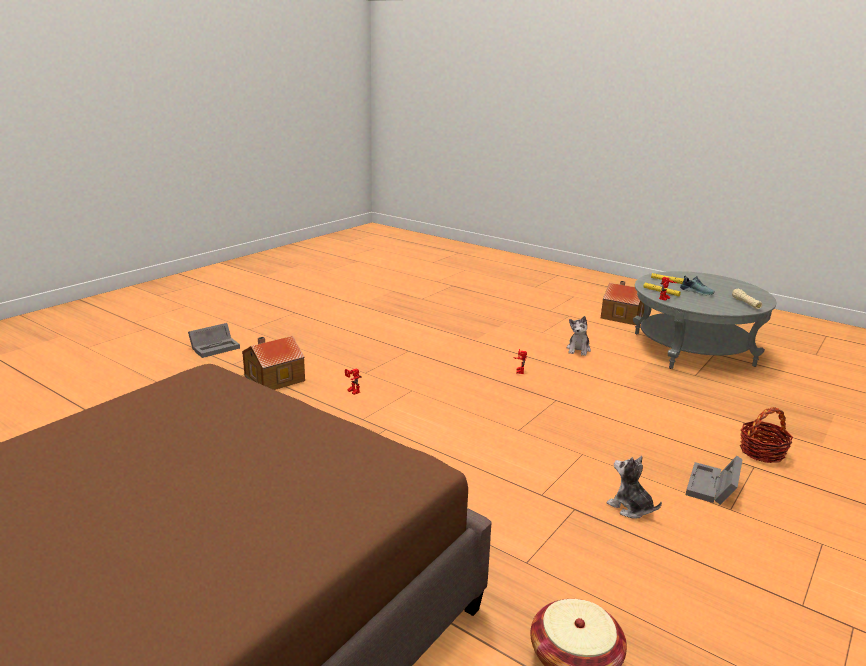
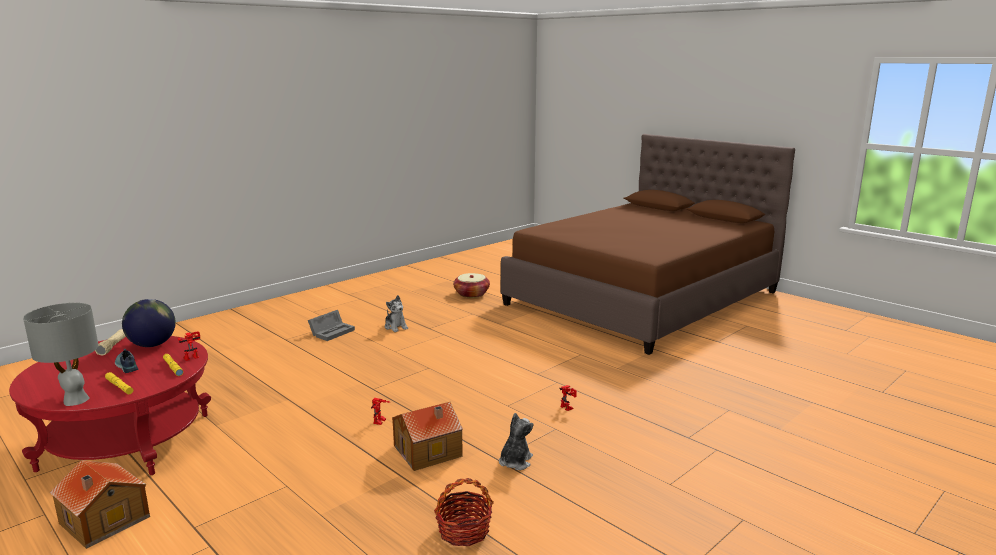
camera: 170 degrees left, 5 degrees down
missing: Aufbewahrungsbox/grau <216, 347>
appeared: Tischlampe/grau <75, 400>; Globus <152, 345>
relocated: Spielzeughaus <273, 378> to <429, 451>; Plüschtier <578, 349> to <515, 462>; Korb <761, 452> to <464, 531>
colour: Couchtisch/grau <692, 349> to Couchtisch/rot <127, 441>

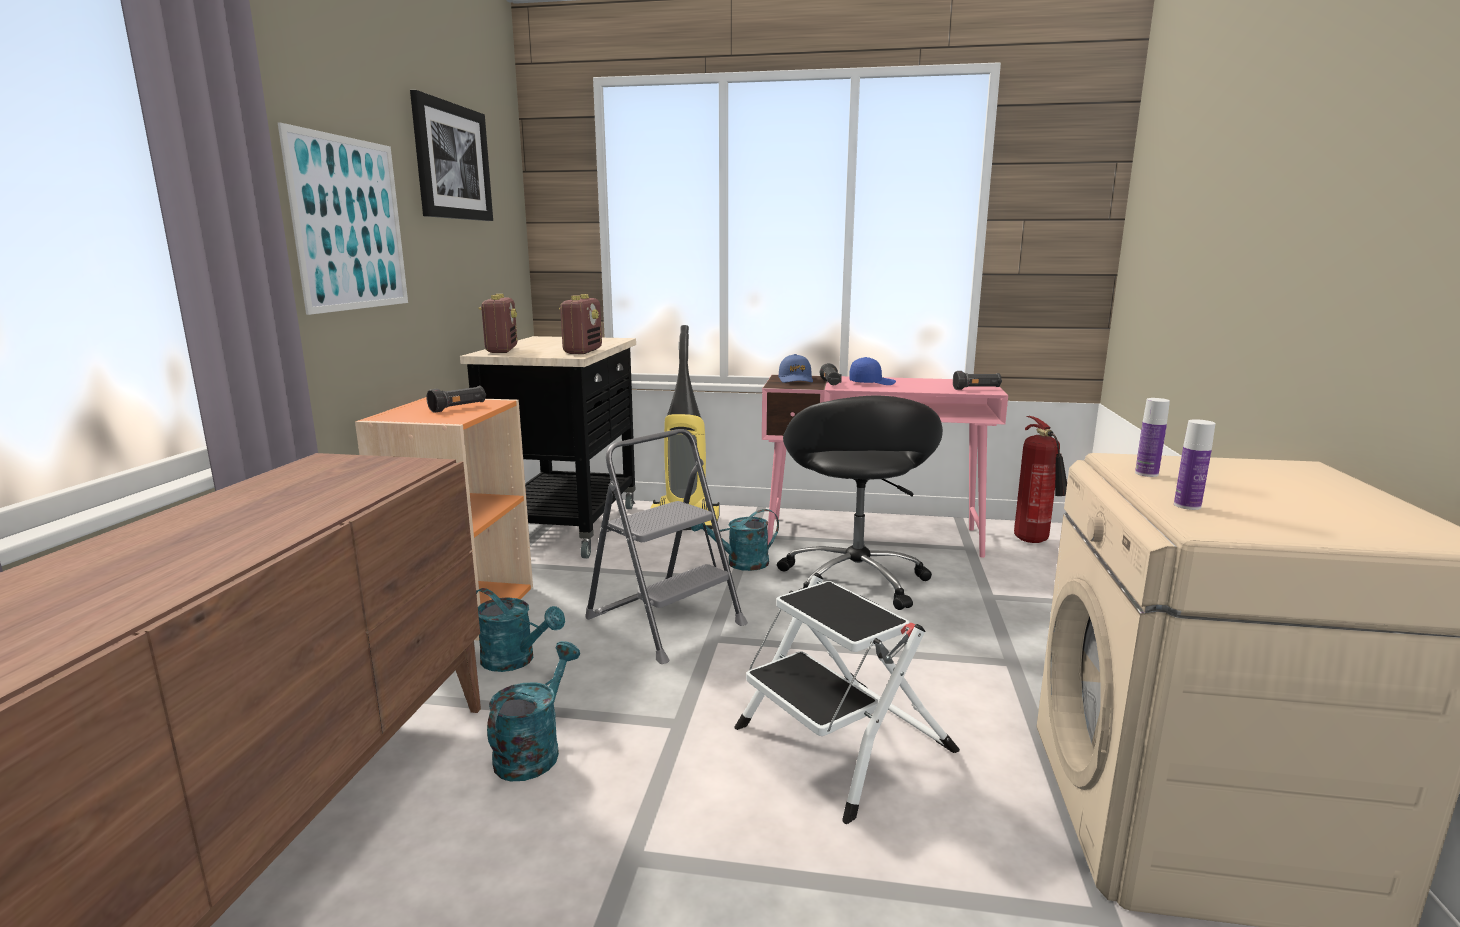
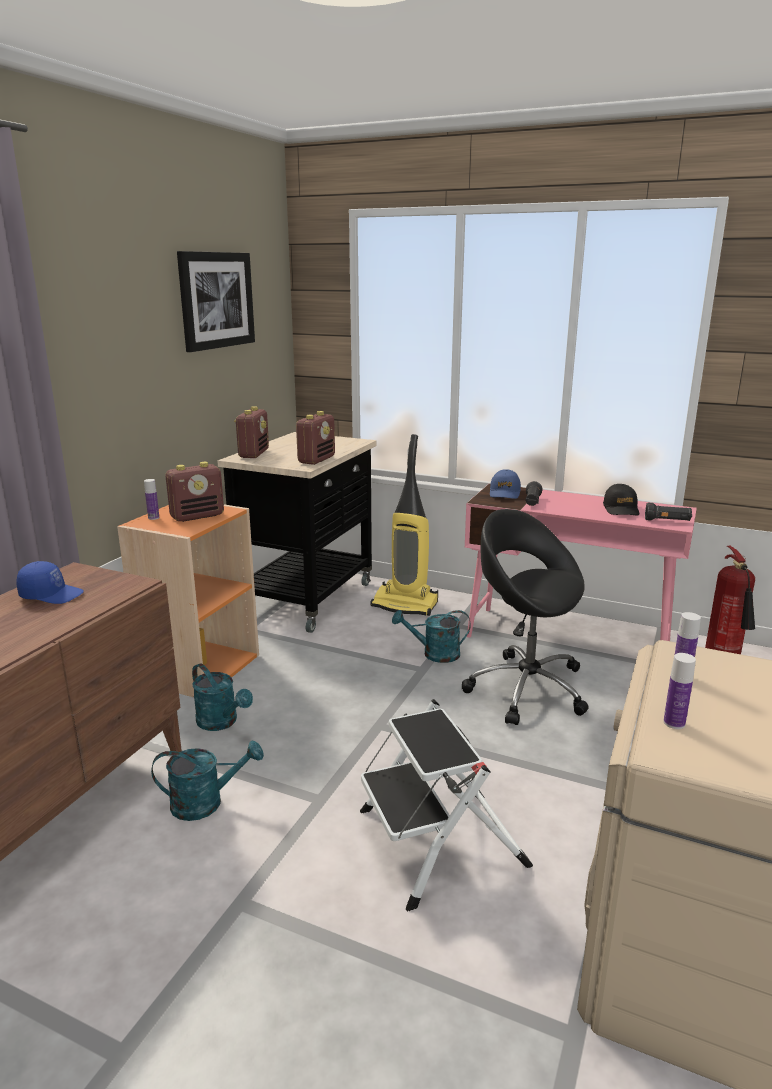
camera: 15 degrees right, 5 degrees up
missing: Bild <350, 224>; Trittleiter/grau <662, 618>
appeared: Flasche <153, 518>; Kappe/schwarz <621, 509>
relocated: Kappe/blau <871, 383> to <52, 594>
exchanged: Taschenlampe/schwarz <458, 408> to Radio <198, 516>
spun: Gießkanne/türkis <533, 750> = <206, 802> 45 degrees clockwise; Bürostuhl/schwarz <854, 583> = <525, 688> 105 degrees clockwise

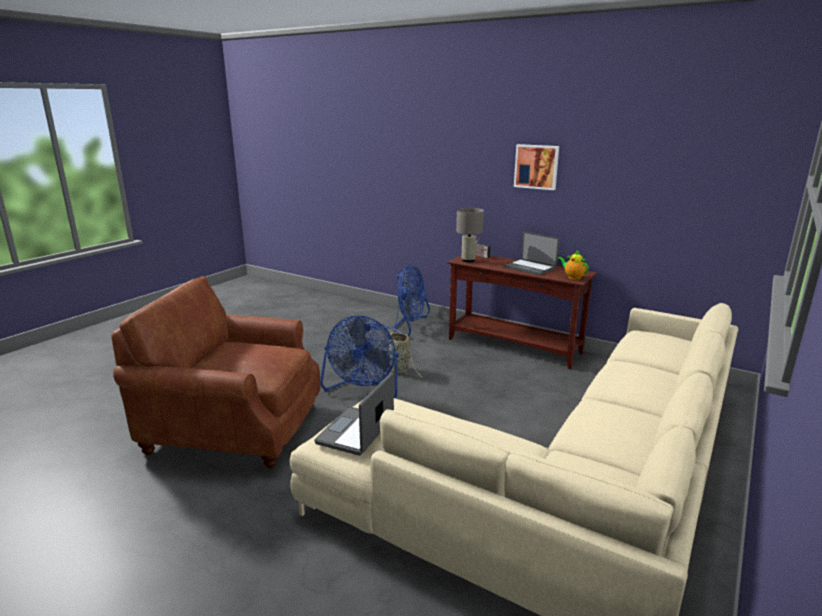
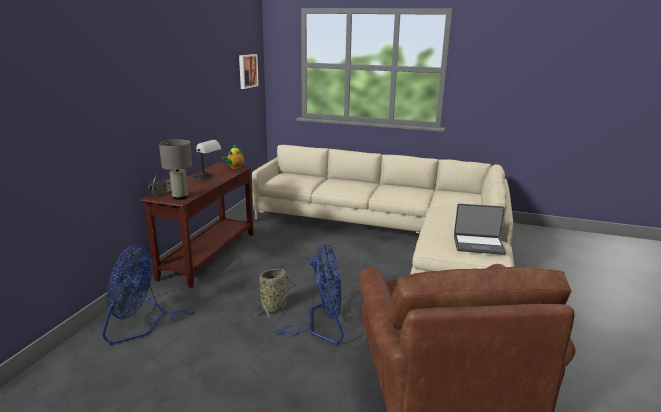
camera: 105 degrees left, 0 degrees up
relocated: Bild <536, 166> to <247, 71>
exchanged: Laptop <530, 267> to Tischlampe <207, 177>
spun: Ventilator/blau <405, 326> = <146, 320> 90 degrees counterclockwise

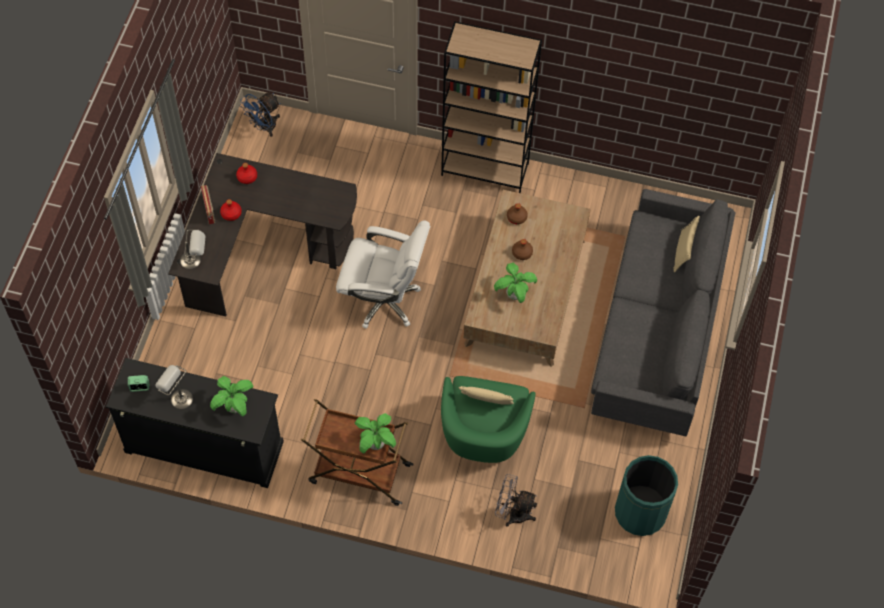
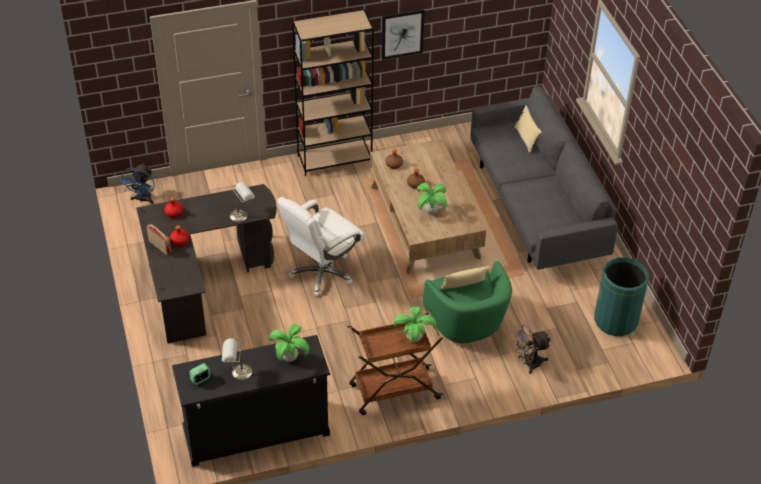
camera: 30 degrees left, 15 degrees down
appeared: Bild <402, 33>
relocated: Tischlampe/weiß <195, 259> to <242, 213>
spun: Bürostuhl/weiß <383, 300> = <323, 271> 150 degrees clockwise

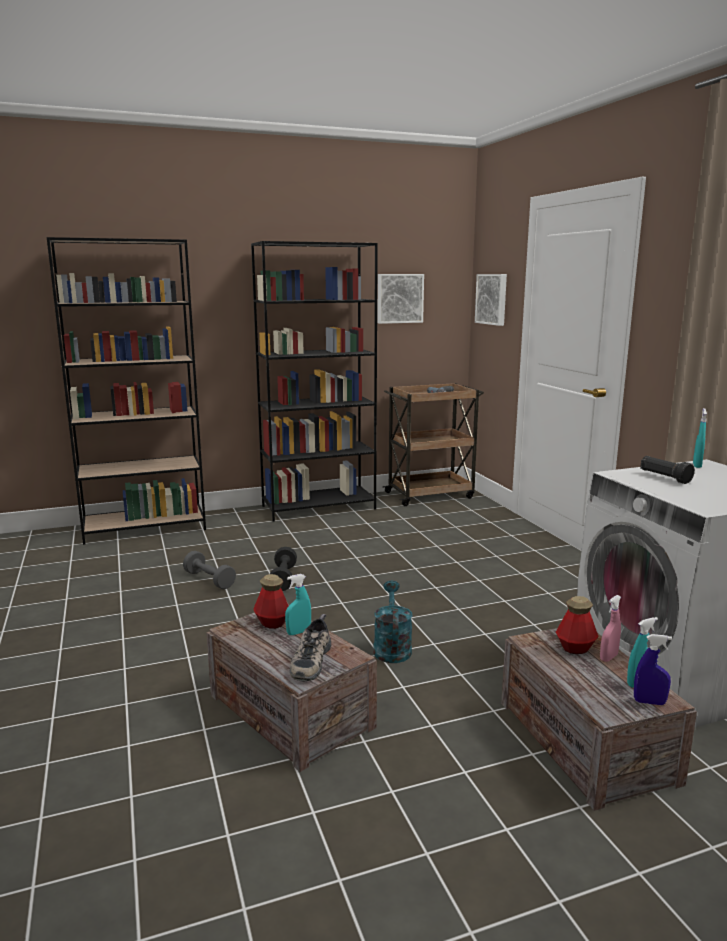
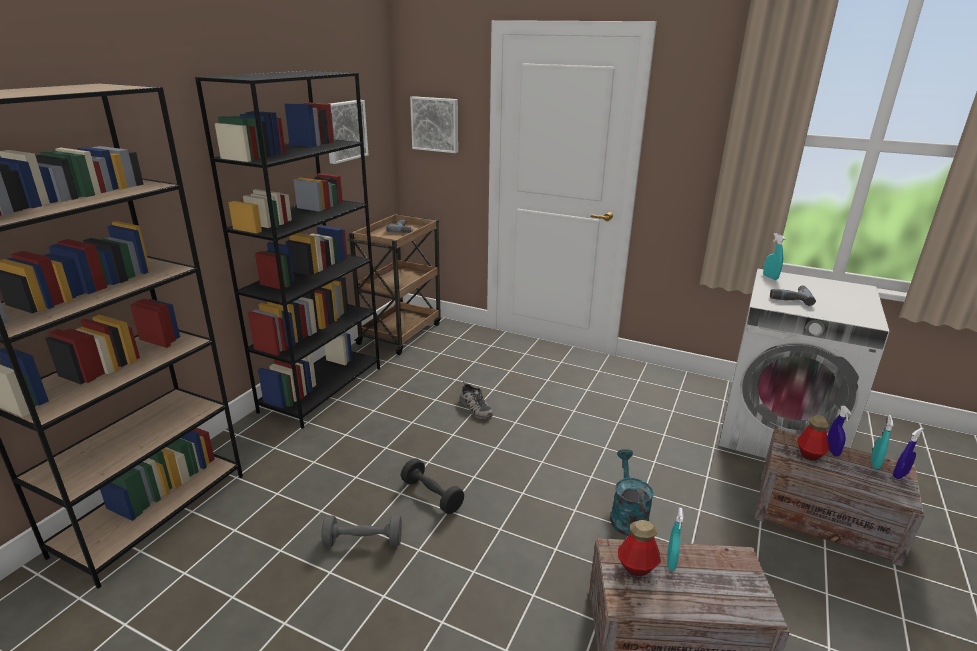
camera: 45 degrees left, 10 degrees up
relocated: Schuh <310, 660> to <474, 407>
exchanged: Taschenlampe/schwarz <664, 478> to Bohrmaschine <789, 297>
colour: Sprühflasche/rosa <608, 657> to Sprühflasche/blau <832, 451>
spun: Gießkanne/türkis <391, 647> = <627, 515> 45 degrees clockwise

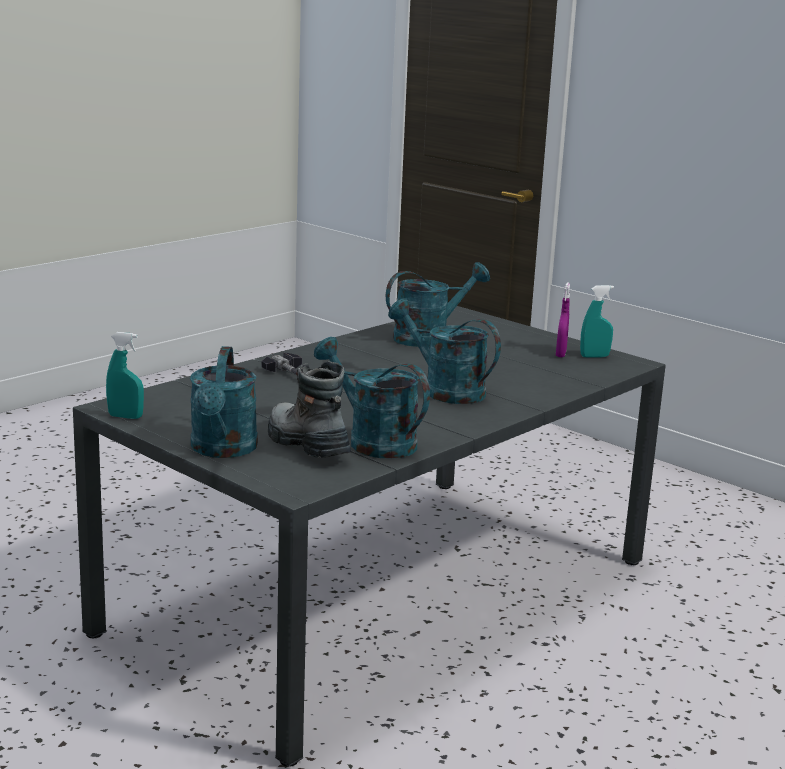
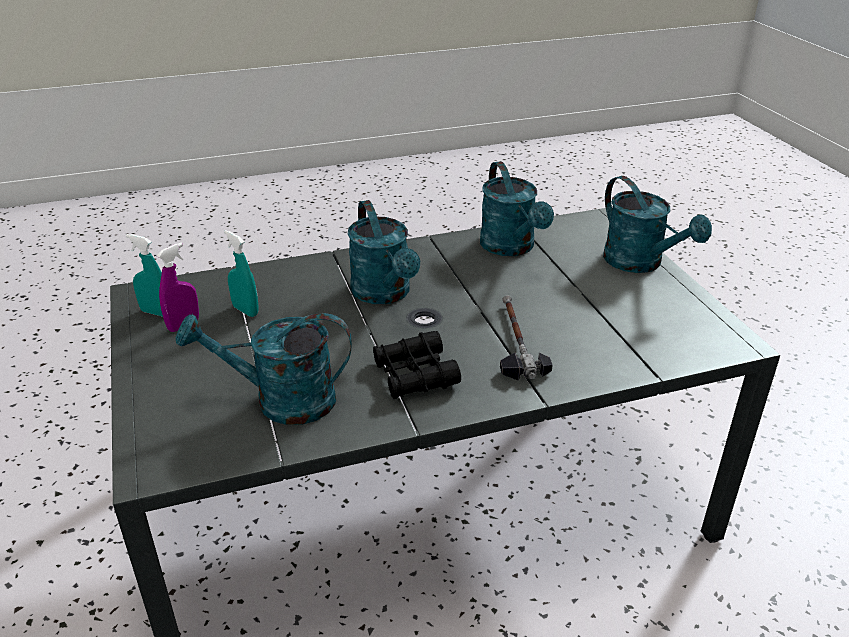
camera: 150 degrees left, 15 degrees up
missing: Stiefel <306, 445>
appeared: Fernglas/schwarz <415, 374>
relocated: Sprühflasche/türkis <125, 417> to <245, 310>
spun: Gießkanne/türkis <222, 450> = <641, 263> 120 degrees clockwise

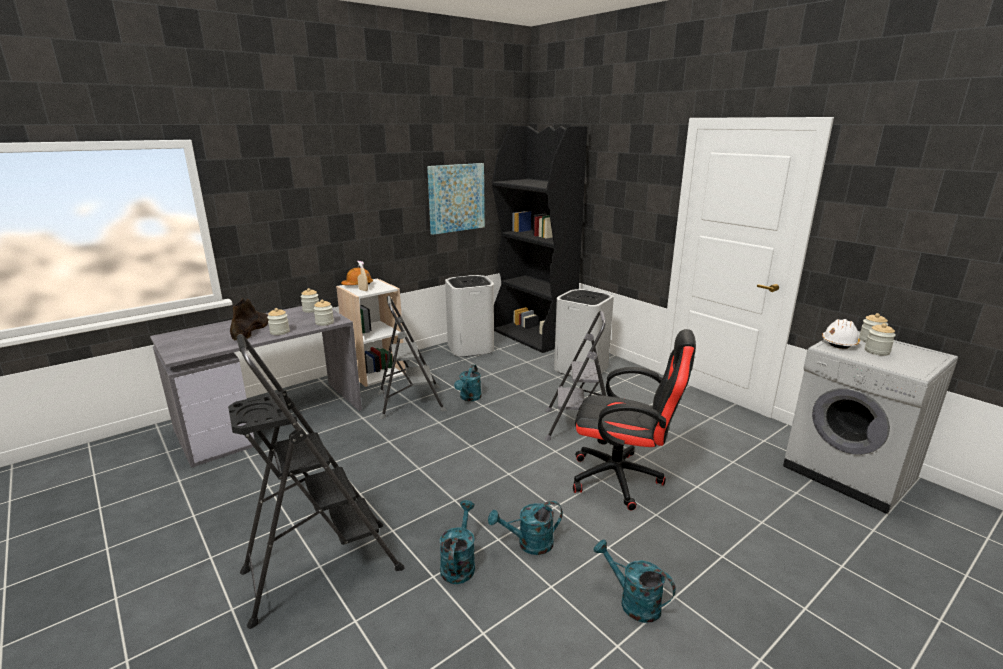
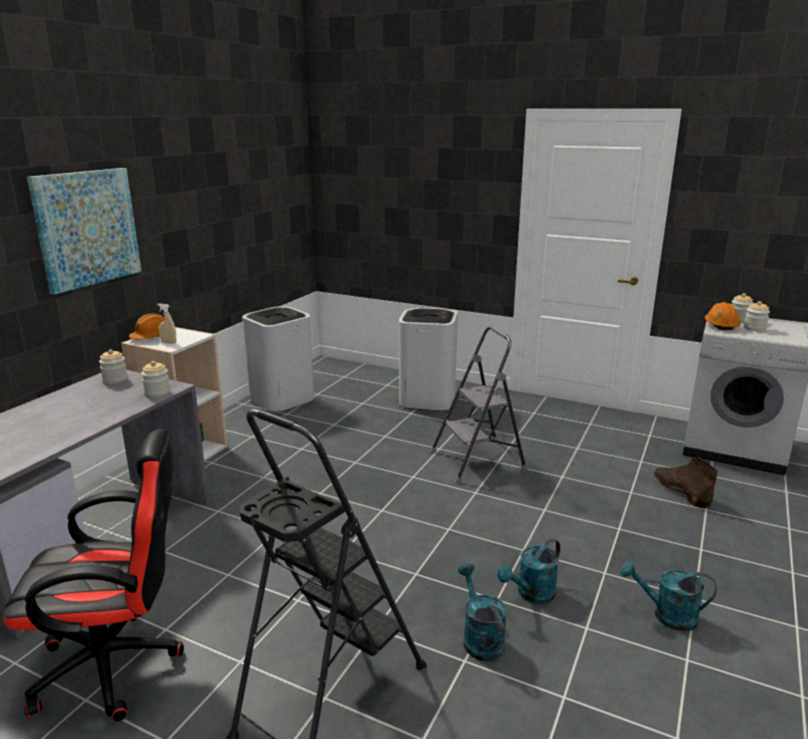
camera: 25 degrees left, 0 degrees up
missing: Vorratsglas <279, 332>; Trittleiter/grau <408, 401>; Gießkanne/türkis <469, 398>; Bücherregal/schwarz <534, 336>
relocated: Stiefel/braun <251, 330> to <680, 490>; Bild <456, 198> to <87, 228>; Bürostuhl/schwarz <623, 480> to <119, 666>
colour: Schutzhelm/weiß <839, 342> to Schutzhelm/orange <721, 325>

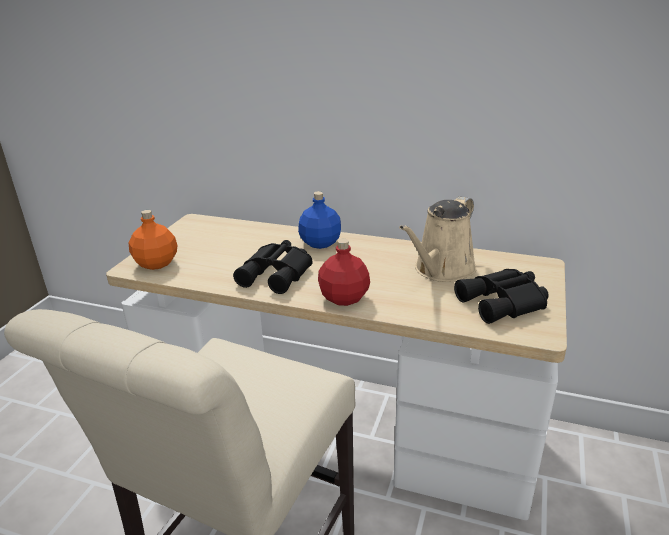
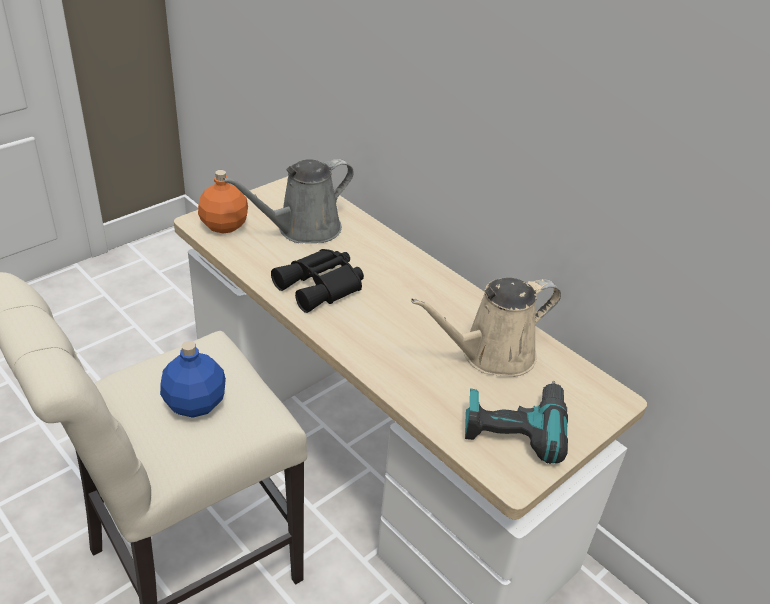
camera: 25 degrees right, 10 degrees up
missing: Flasche/rot <345, 298>
appeared: Gießkanne/grau <303, 229>
relocated: Flasche/blau <319, 243> to <195, 403>
exchanged: Fernglas/schwarz <503, 303> to Bohrmaschine <514, 425>

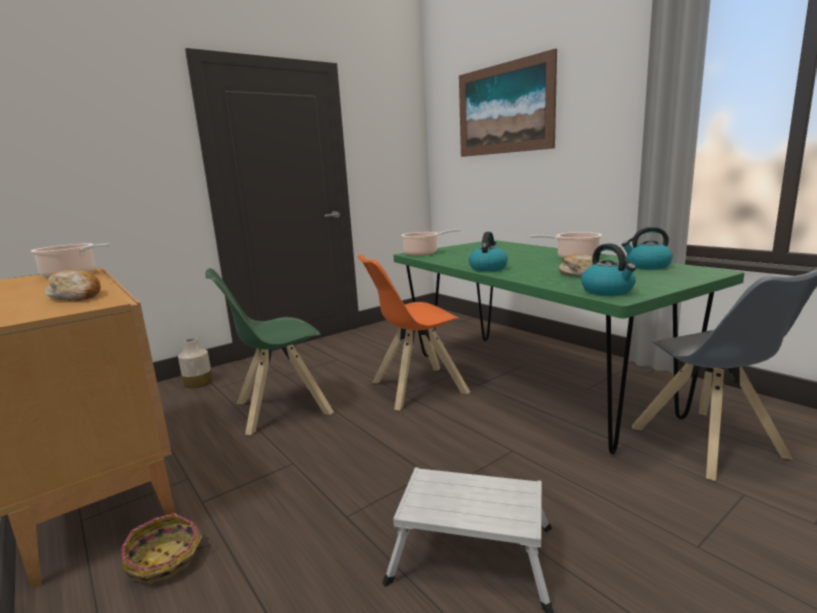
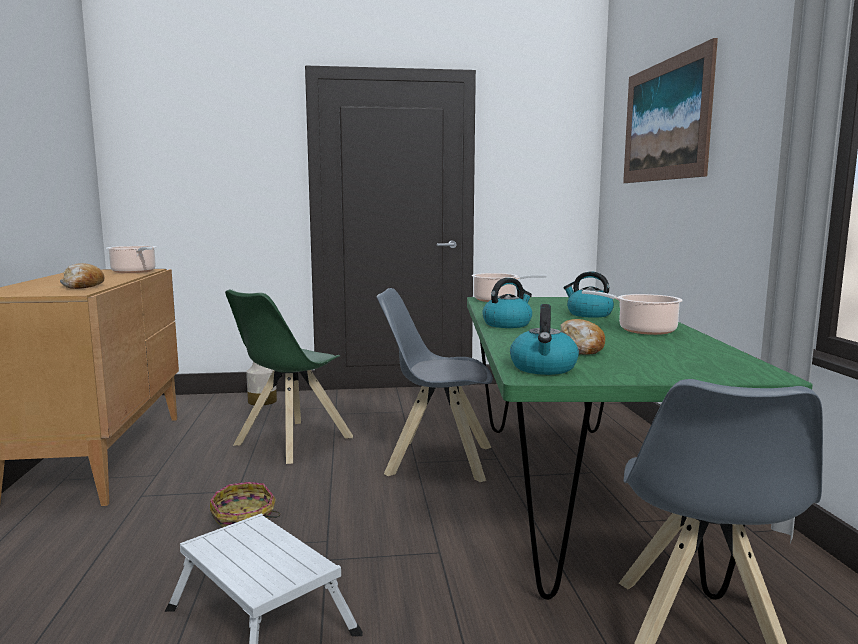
camera: 30 degrees right, 5 degrees down
relocated: Korb <165, 560> to <244, 518>; Wasserkessel <647, 266> to <588, 314>
colour: Stuhl/orange <416, 388> to Stuhl/grau <436, 460>
spun: Stuhl/grün <280, 409> = <291, 442> 60 degrees counterclockwise

